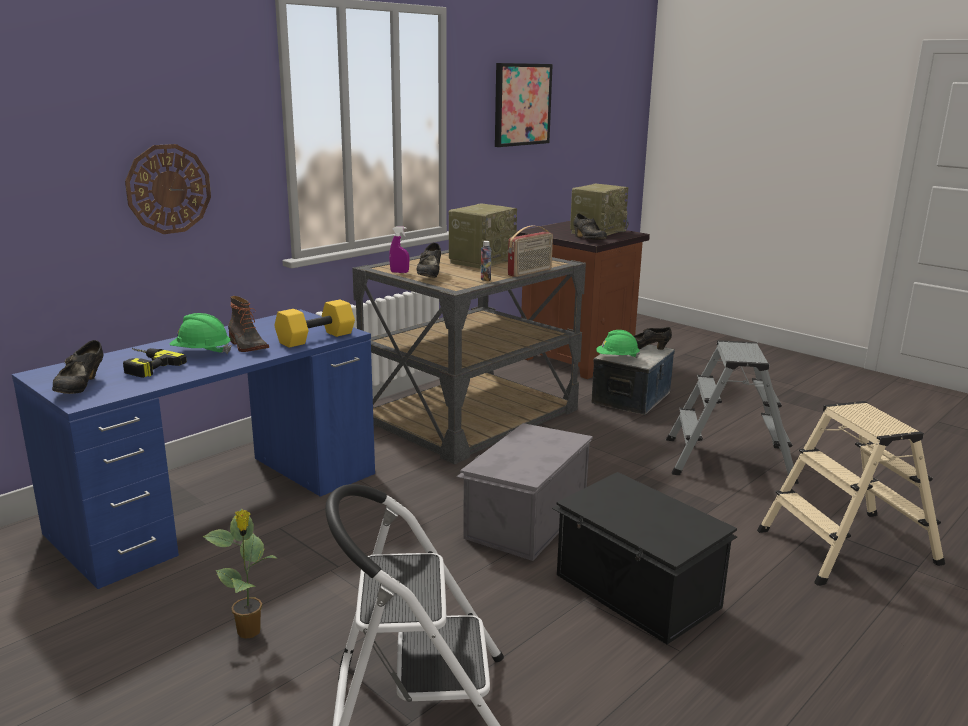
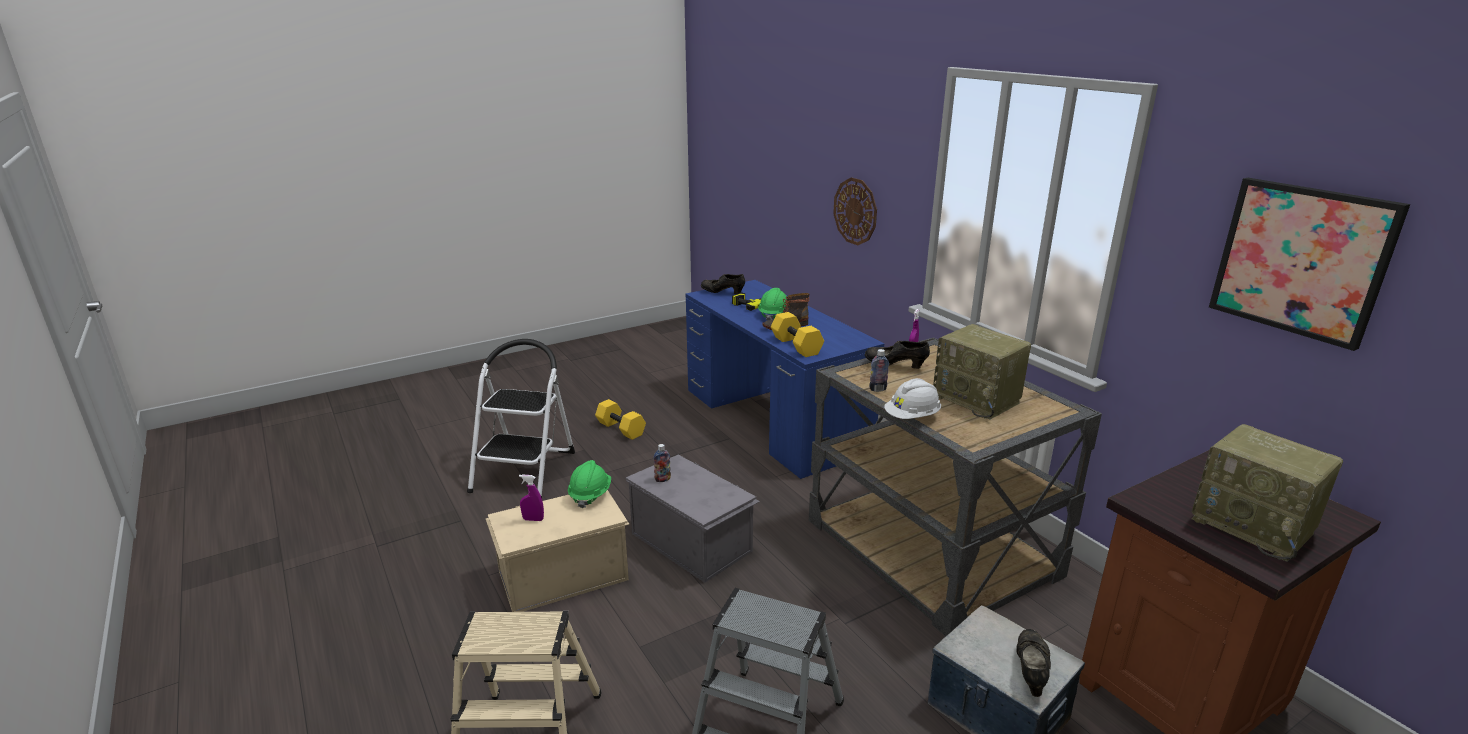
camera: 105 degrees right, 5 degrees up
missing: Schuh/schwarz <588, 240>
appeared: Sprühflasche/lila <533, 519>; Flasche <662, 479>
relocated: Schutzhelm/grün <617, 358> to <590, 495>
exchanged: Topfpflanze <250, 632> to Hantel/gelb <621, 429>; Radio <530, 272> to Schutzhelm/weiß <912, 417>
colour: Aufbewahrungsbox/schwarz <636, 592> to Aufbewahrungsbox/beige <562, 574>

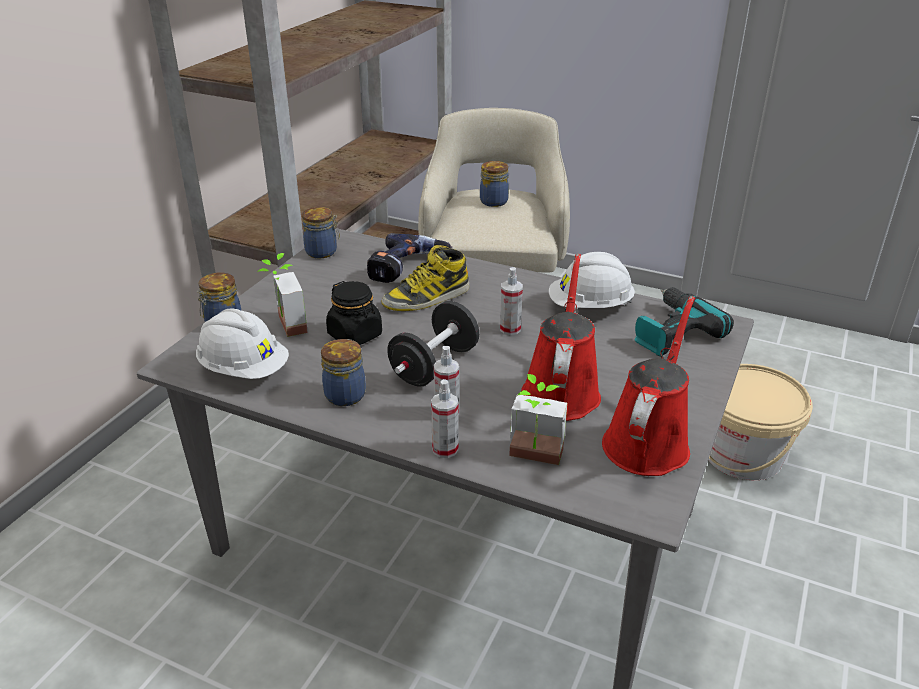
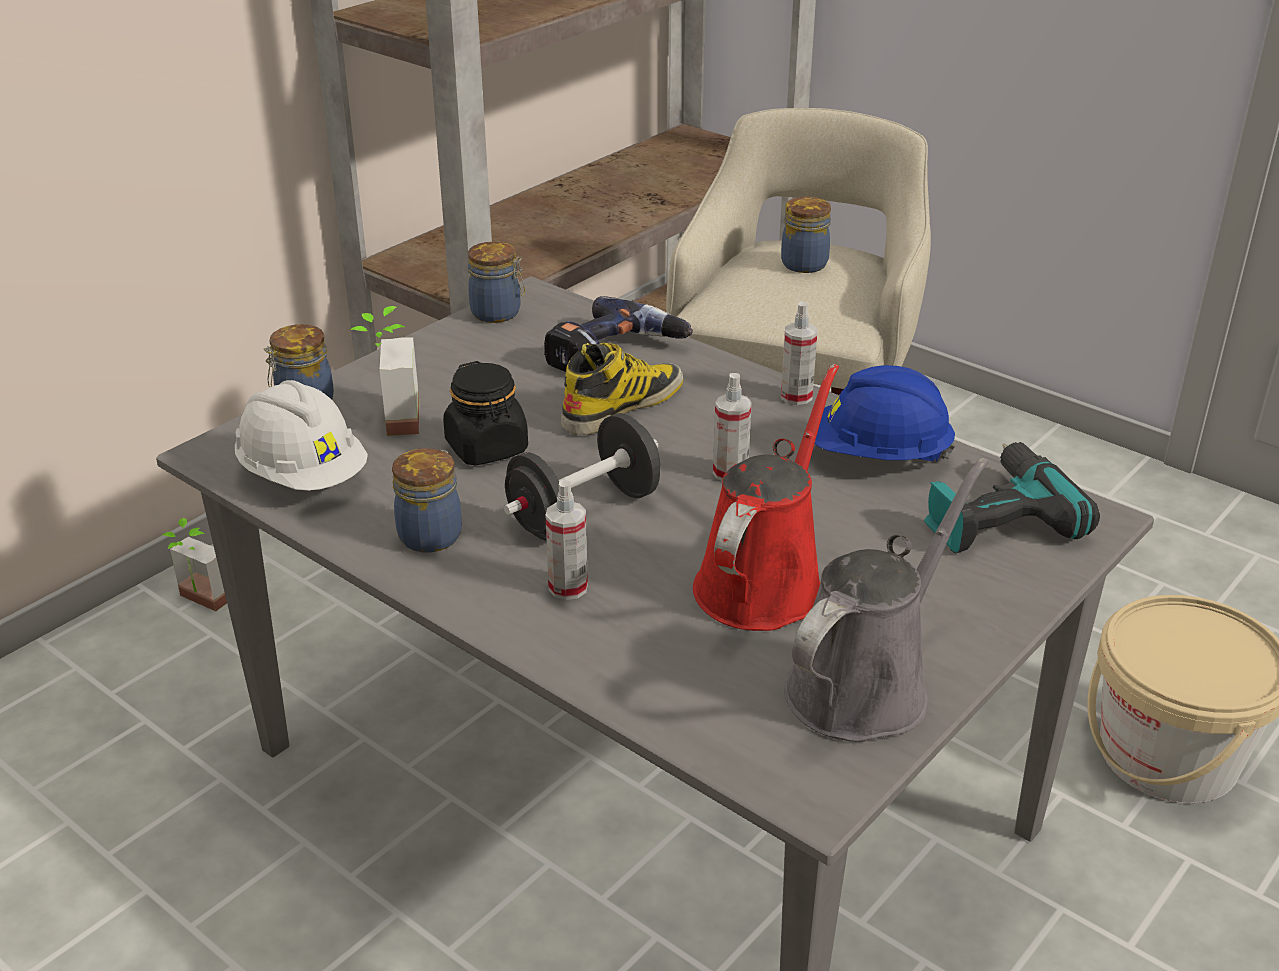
camera: 15 degrees right, 0 degrees up
relocated: Sprühflasche <445, 449> to <796, 396>; Topfpflanze <534, 459> to <199, 602>
colour: Schutzhelm/weiß <590, 307> to Schutzhelm/blau <878, 456>; Gießkanne/rot <648, 441> to Gießkanne/grau <865, 685>
spun: Stiefel <426, 298> = <622, 406> 150 degrees clockwise

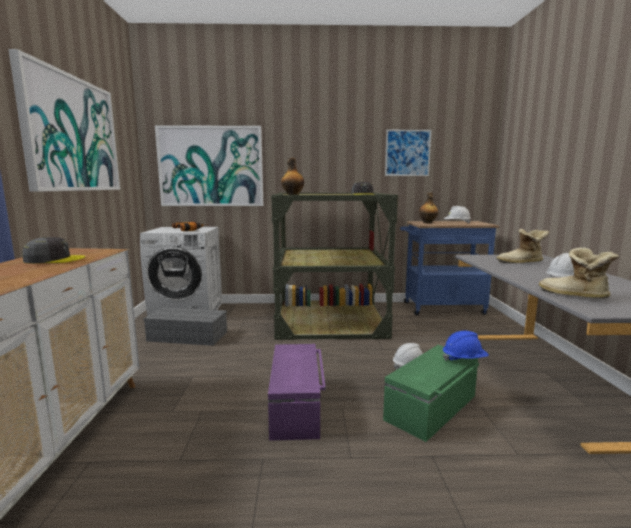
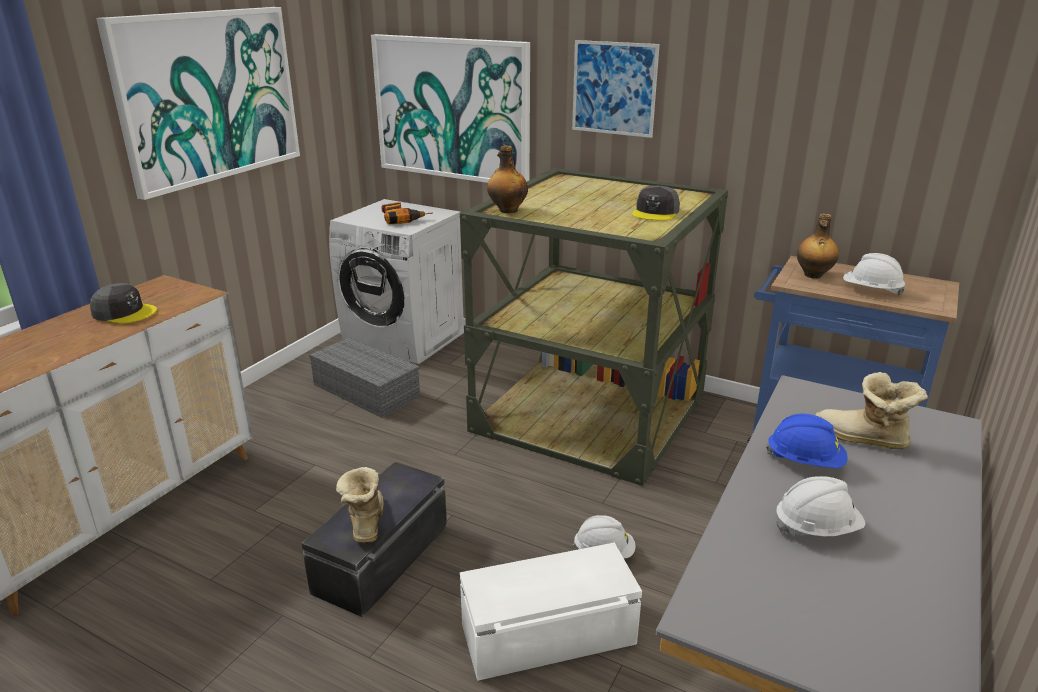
camera: 30 degrees right, 15 degrees up
relocated: Bild <407, 153> to <614, 88>; Schutzhelm/blau <464, 359> to <805, 461>; Stiefel <573, 296> to <364, 523>
colour: Aufbewahrungsbox/lila <296, 406> to Aufbewahrungsbox/schwarz <384, 558>; Aufbewahrungsbox/grün <432, 408> to Aufbewahrungsbox/weiß <549, 636>

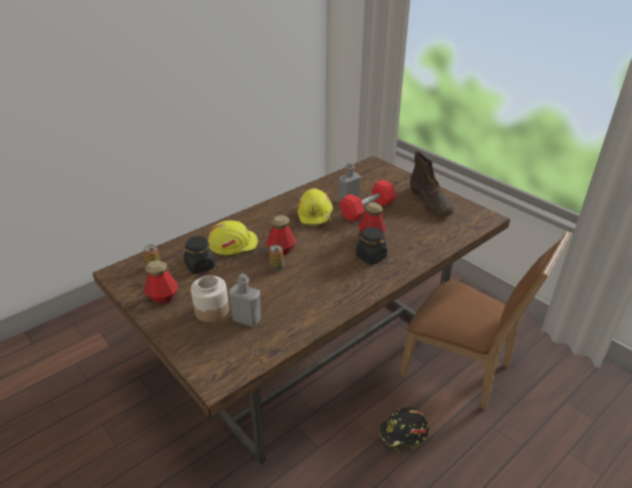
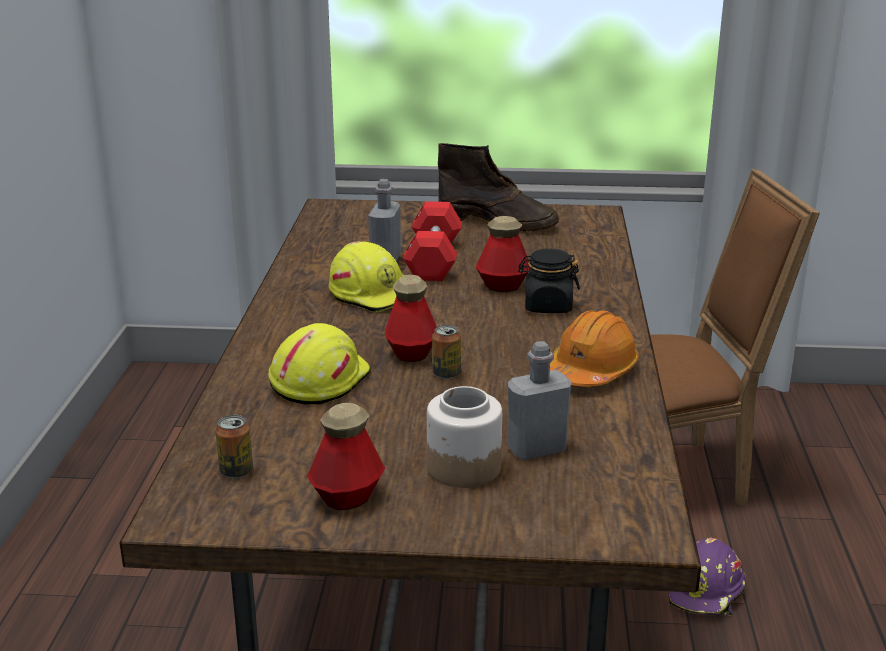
camera: 45 degrees left, 10 degrees down
missing: Vorratsglas/schwarz <200, 266>
appeared: Schutzhelm/orange <592, 371>
colour: Schutzhelm/schwarz <404, 434> to Schutzhelm/lila <707, 592>

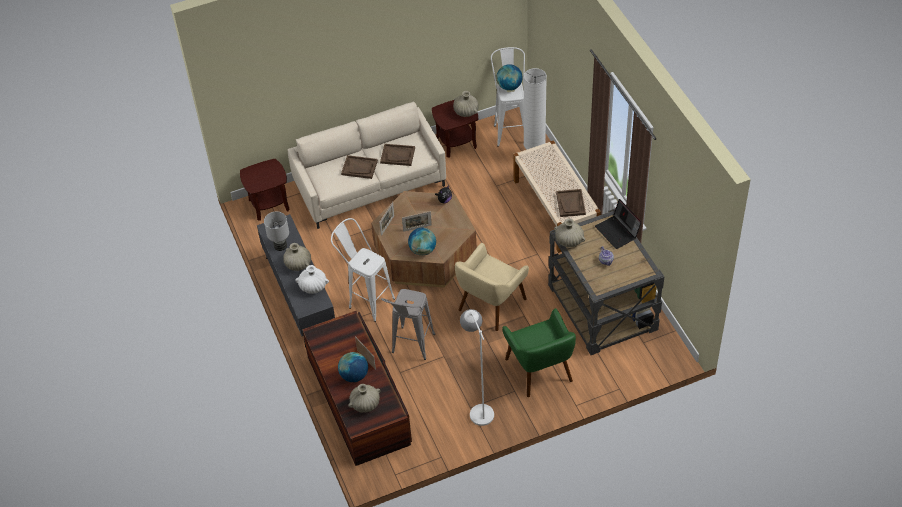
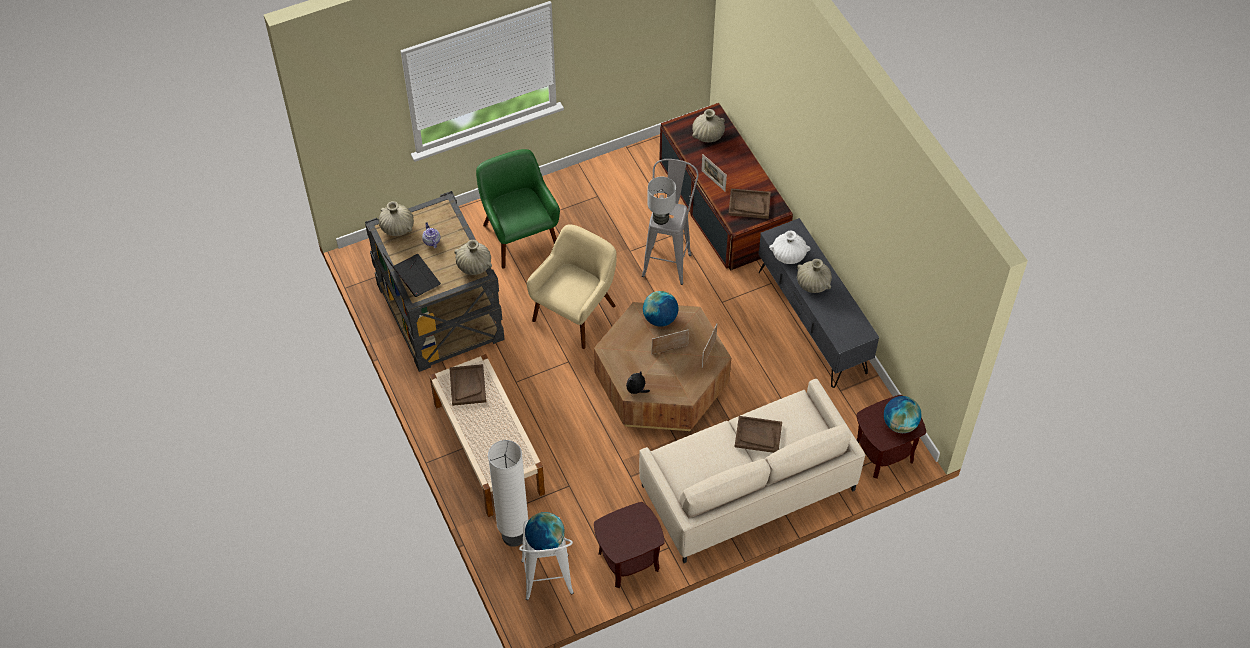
camera: 175 degrees right, 5 degrees up
missing: Hocker/weiß <366, 300>; Stehlampe/weiß <478, 408>
relocated: Tischlampe/grau <280, 246> to <661, 218>; Globus <354, 375> to <900, 424>; Tablett/braun <398, 155> to <749, 204>; Vase/beige <466, 112> to <397, 227>

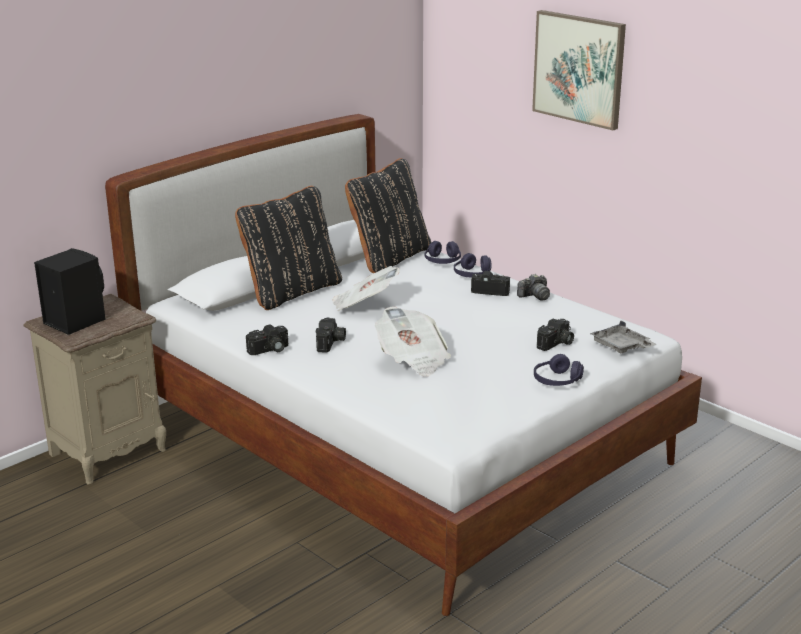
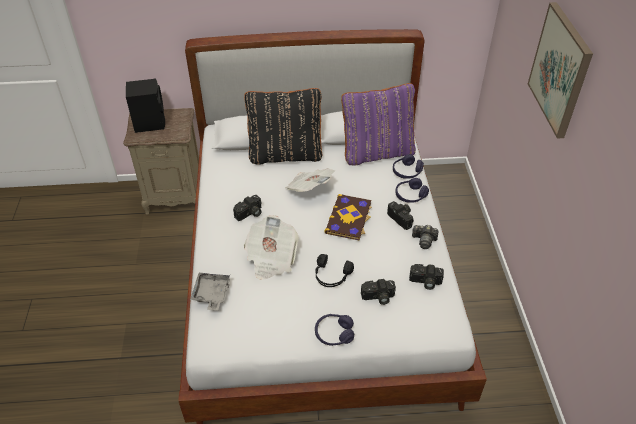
camera: 40 degrees right, 20 degrees up
appeared: Kopfhörer/schwarz <331, 276>; Buch <349, 218>
relocated: Kamera <269, 350> to <425, 282>; Tablett/grau <621, 347> to <211, 294>
colour: Kissen/schwarz <389, 258> to Kissen/lila <377, 152>

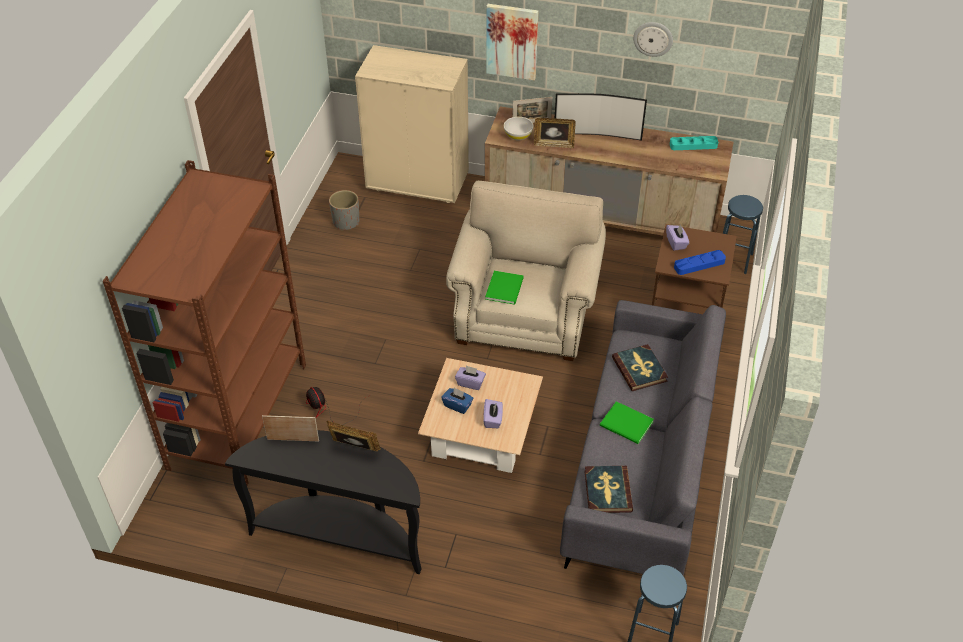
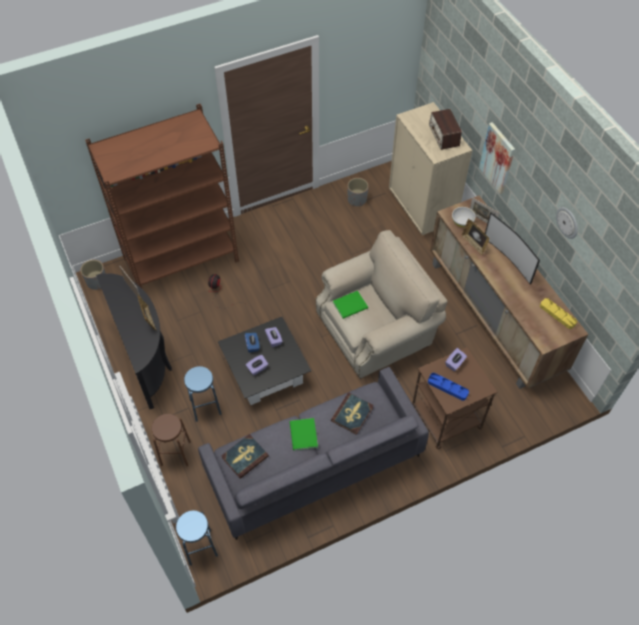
camera: 50 degrees right, 10 degrees up
appeared: Pflanzkübel/grau <97, 282>; Hocker/braun <175, 453>; Radio <444, 136>
relocated: Hocker/blau <733, 260> to <205, 407>
colour: Couchtisch/beige <481, 433> to Couchtisch/schwarz <265, 372>; Tablett/türkis <693, 145> to Tablett/gelb <557, 314>

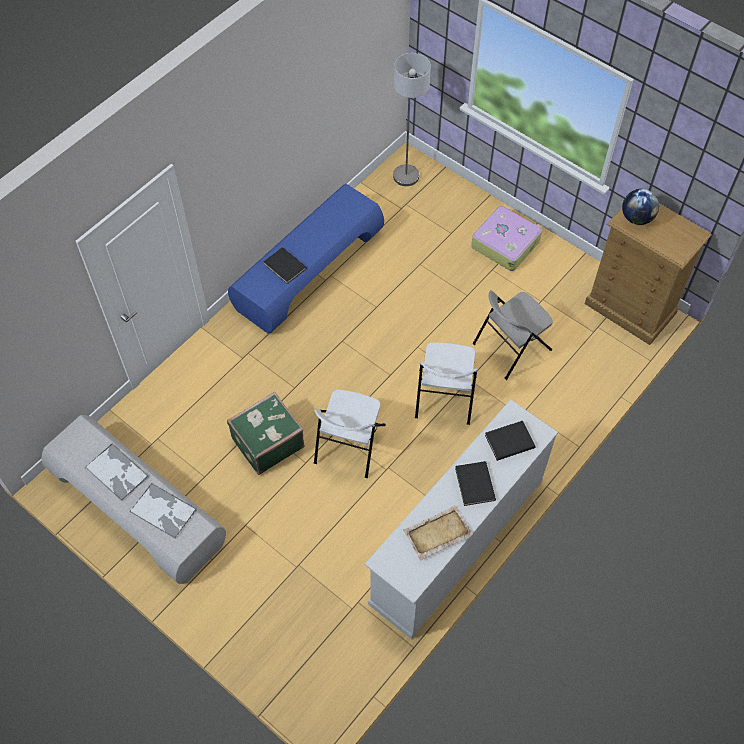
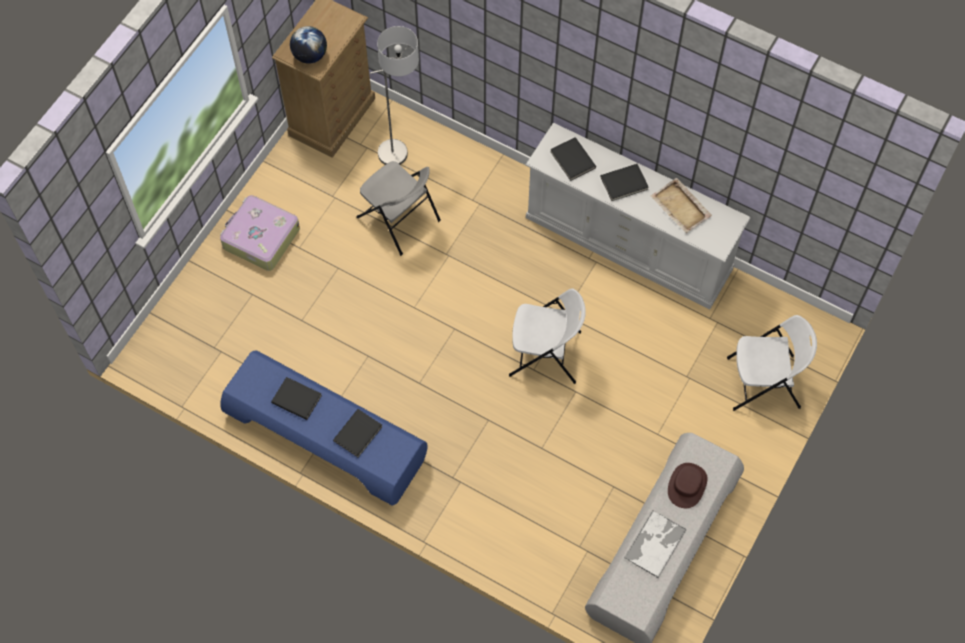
camera: 100 degrees left, 5 degrees up
missing: Koffer/grün <267, 442>
appeared: Buch/schwarz <297, 398>
relocated: Stehlampe/grau <407, 182> to <401, 151>; Stuhl/weiß <445, 395> to <763, 382>
exchanged: Tablett <164, 511> to Hut/braun <687, 485>

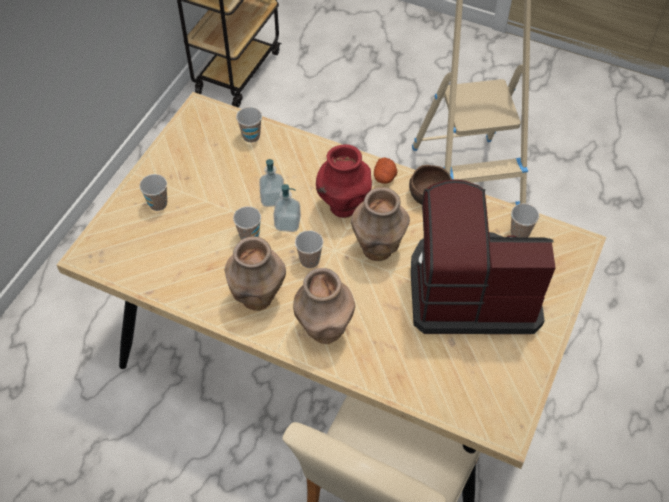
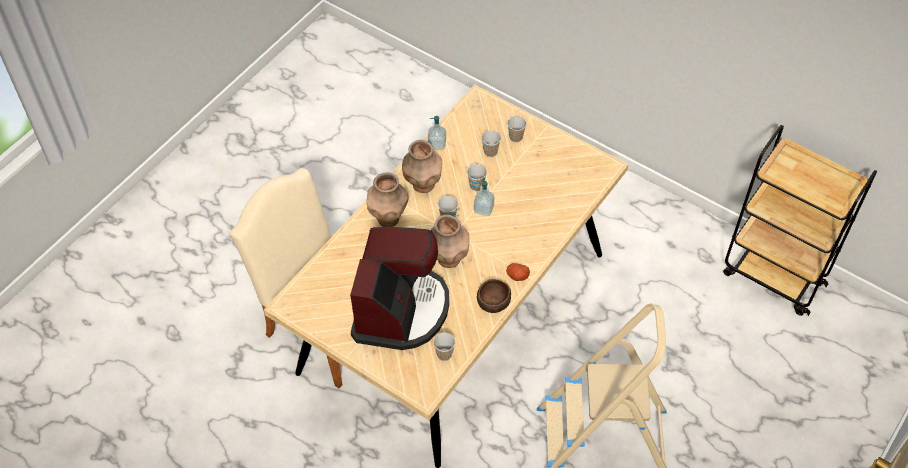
camera: 100 degrees right, 0 degrees up
missing: Vase/rot <343, 207>
relocated: Tasse <251, 136> to <490, 152>; Seifenspender <273, 198> to <437, 144>

